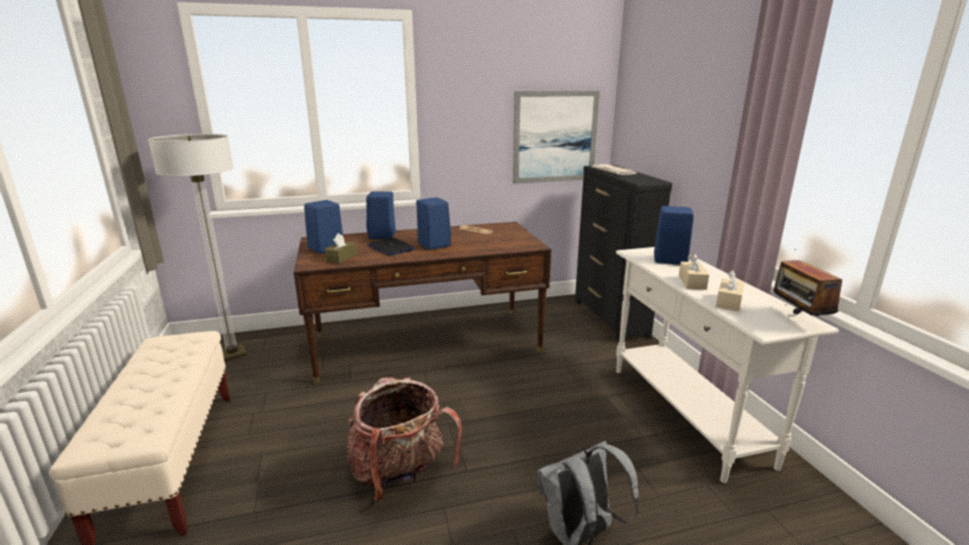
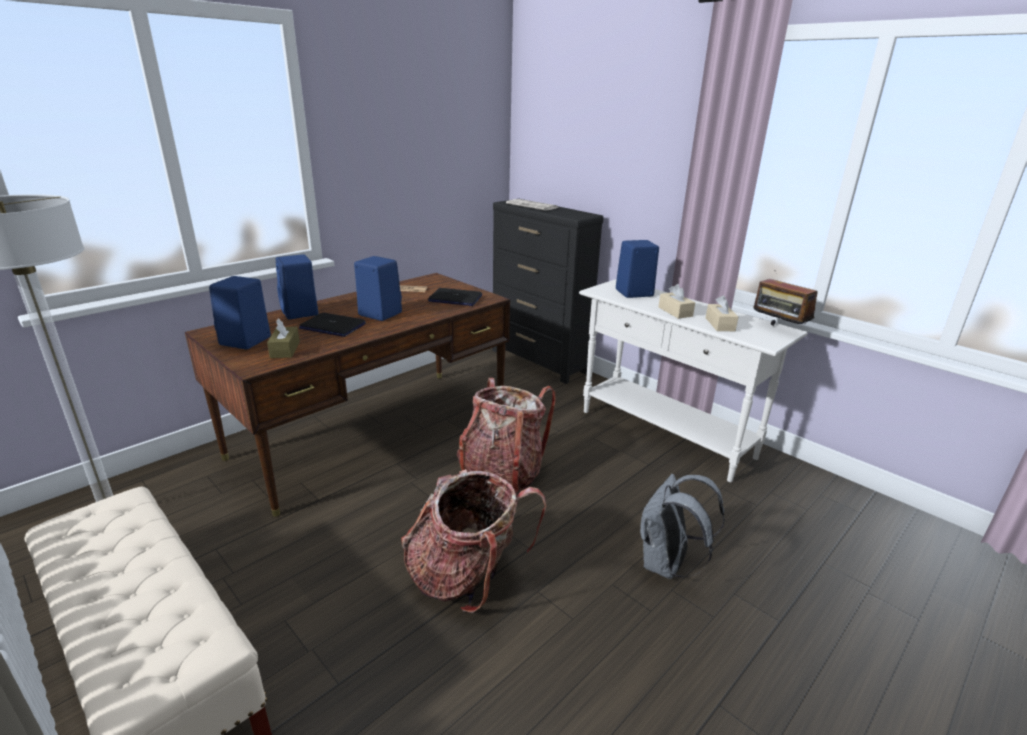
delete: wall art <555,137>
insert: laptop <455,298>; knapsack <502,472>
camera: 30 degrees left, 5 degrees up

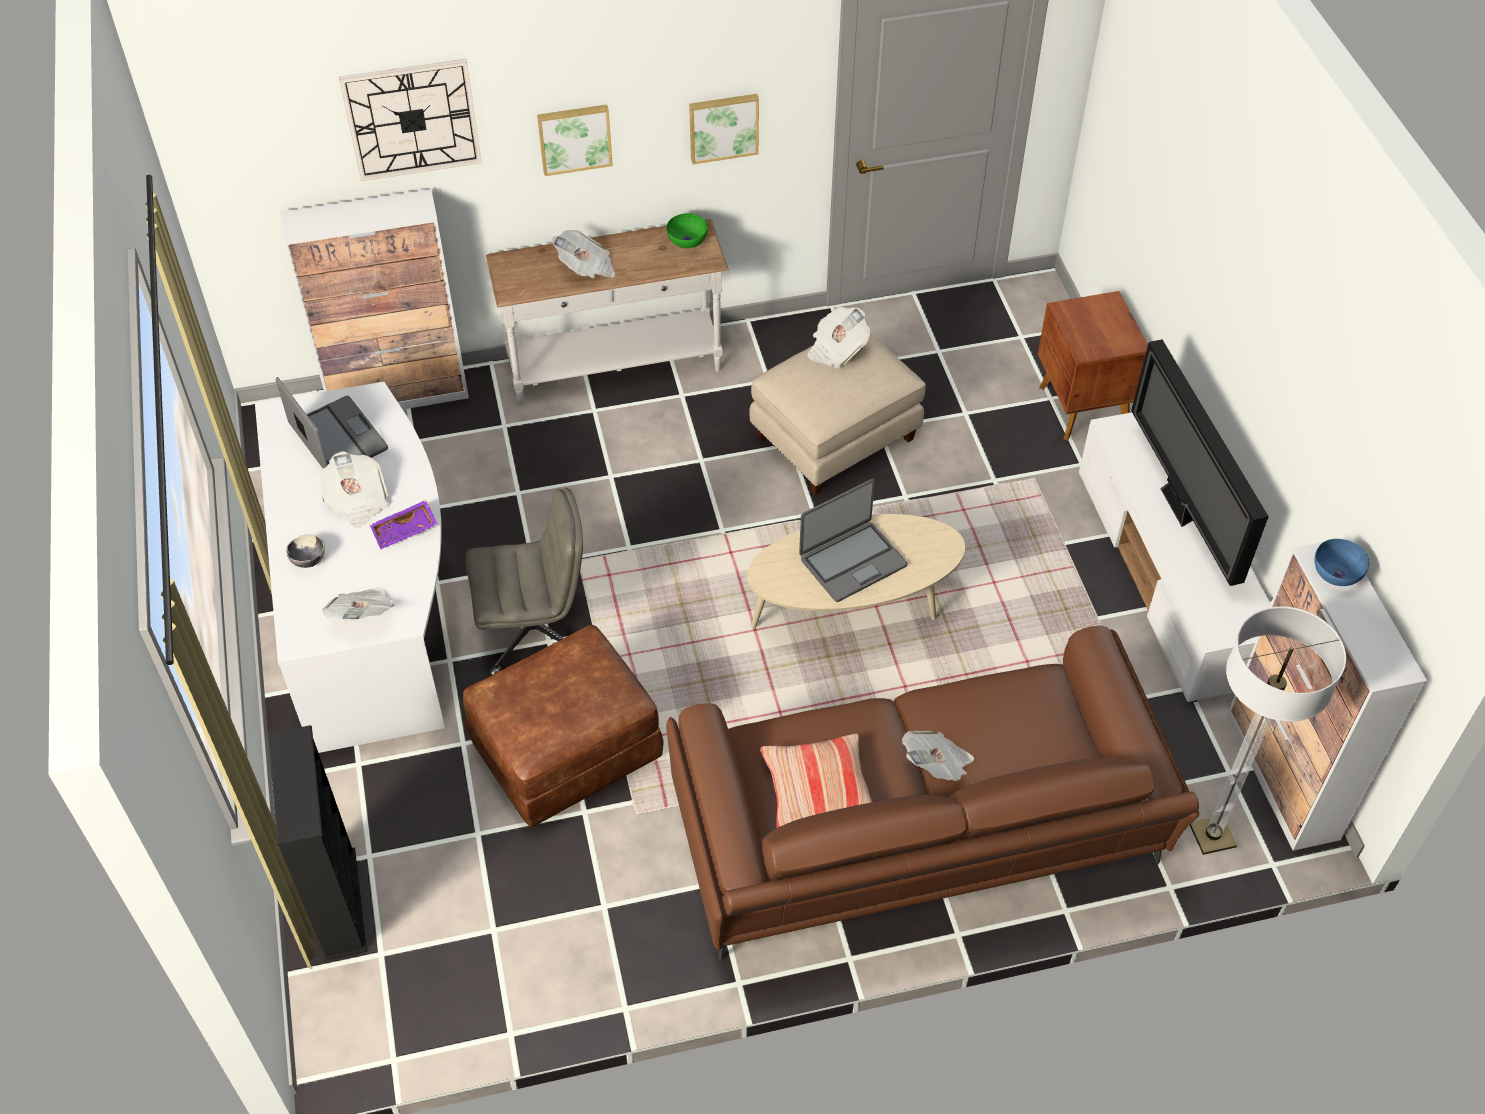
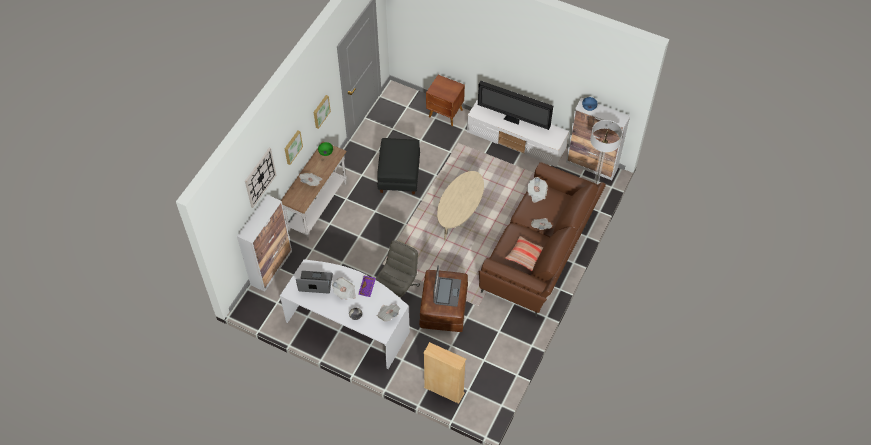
move: newspaper <836,349> to <536,193>; laptop <852,561> to <446,292>
recolor: pouffe in sand-coloured <834,437> to pouffe in black-coloured <398,175>; bookshelf in black-coloured <340,903> to bookshelf in sand-coloured <444,390>
camera: 50 degrees left, 5 degrees up

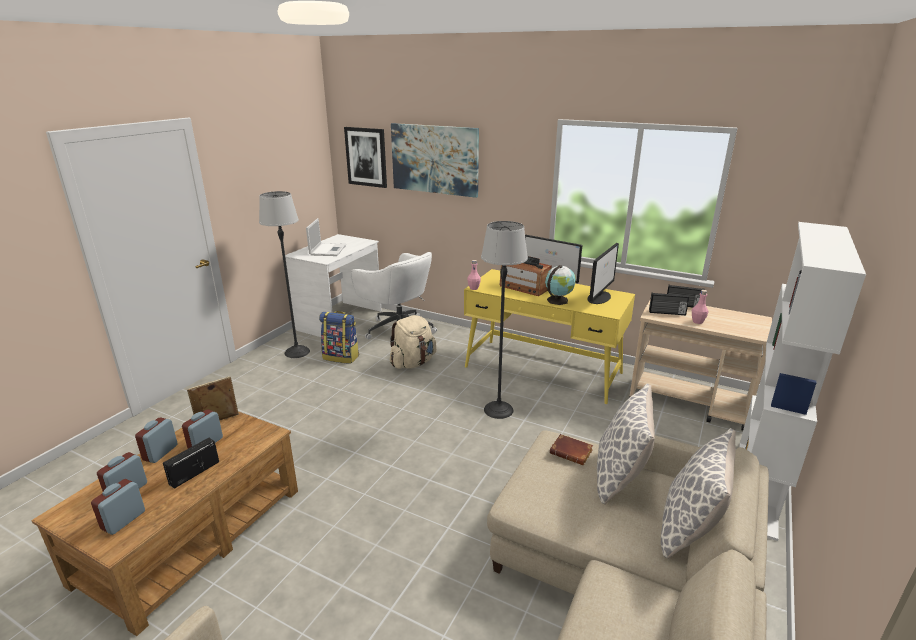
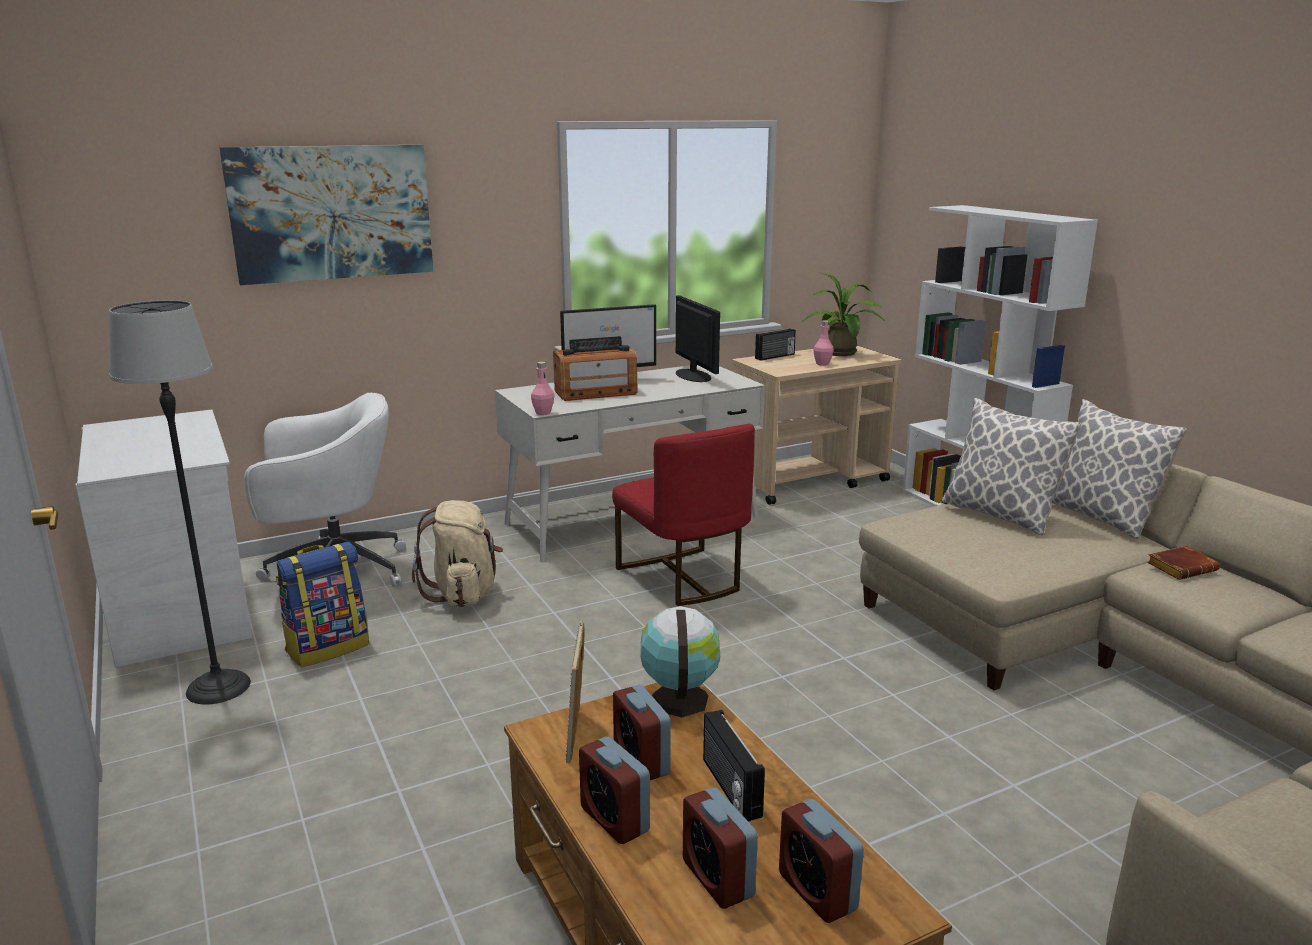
delete: wall art <366,157>; laptop <328,250>; radio <667,313>
insert: plant in a pot <842,354>
move: desk globe <558,300> to <679,698>; book in brown-coloured <572,452> to <1181,567>
replace: floor lamp <498,410> to chair in reddish <683,578>
recolor: desk unit in yellow-coloured <543,370> to desk unit in white-coloured <633,520>
camera: 55 degrees left, 5 degrees down

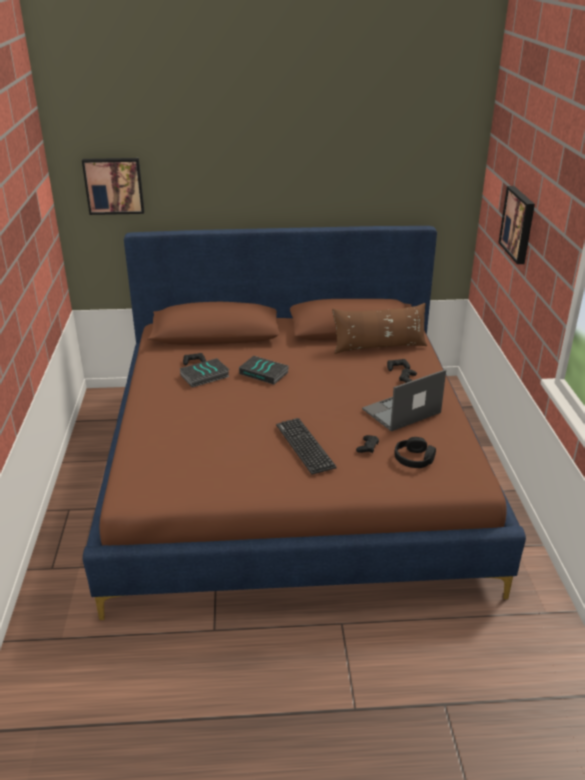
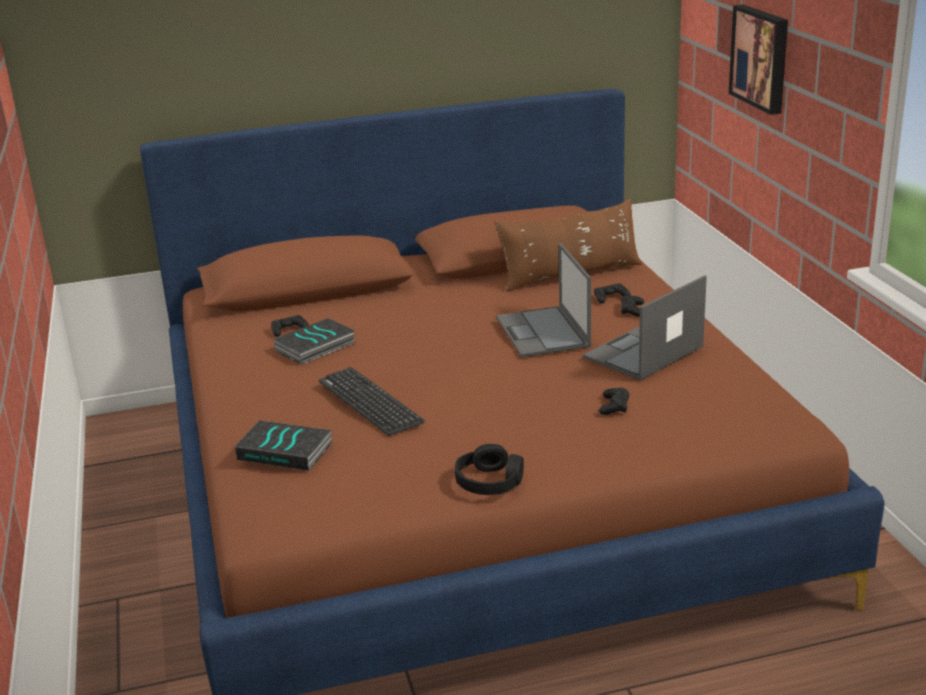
delete: wall art <114,185>
insert: laptop <543,332>
move: book <264,373> to <286,451>; PC keyboard <305,446> to <370,402>; pair of headphones in black-coloured <414,459> to <489,482>
camera: 10 degrees left, 5 degrees down

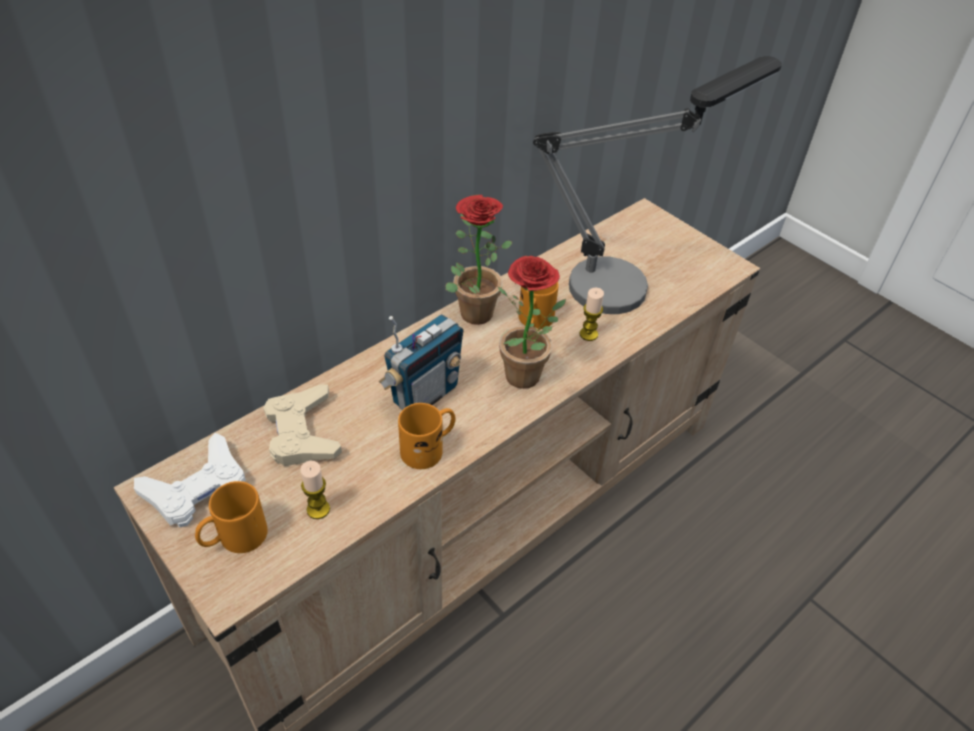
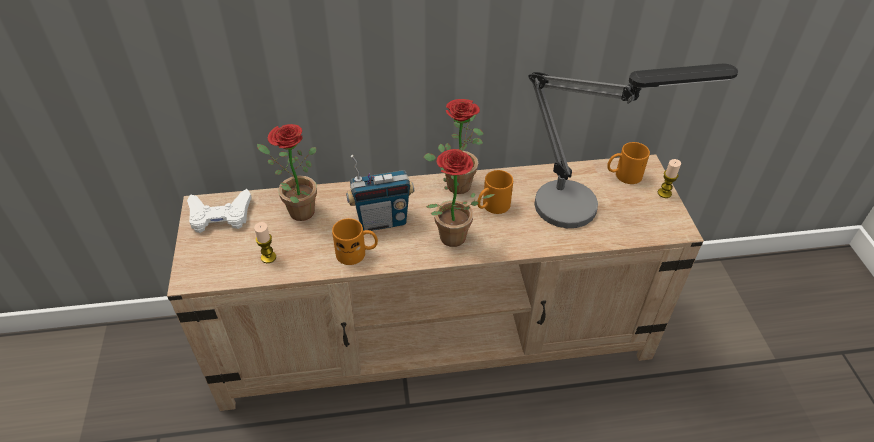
move: wax candle <588,334> to <664,193>; tea mug in orange-coloured <234,539> to <623,176>
replace: game controller in sand-coloured <302,432> to plant in a pot <296,211>
camera: 35 degrees right, 0 degrees up

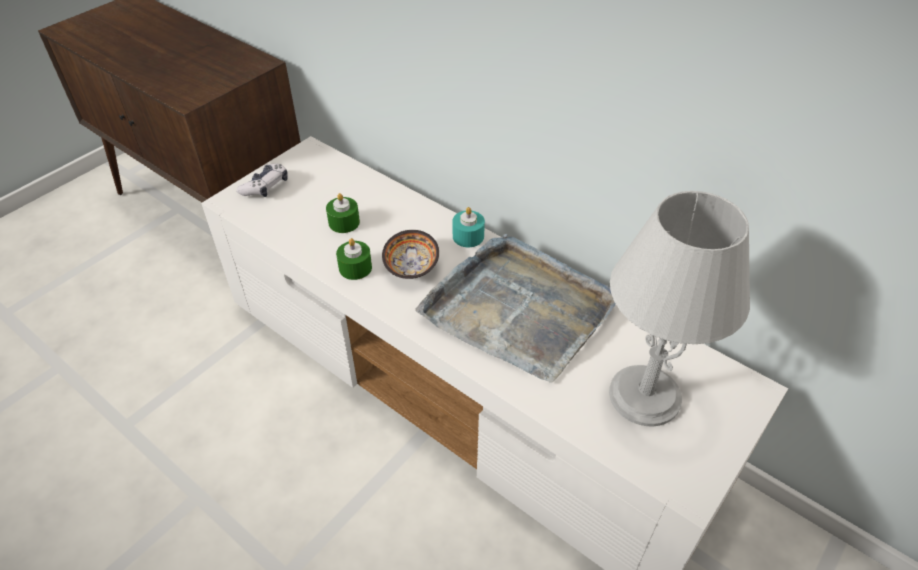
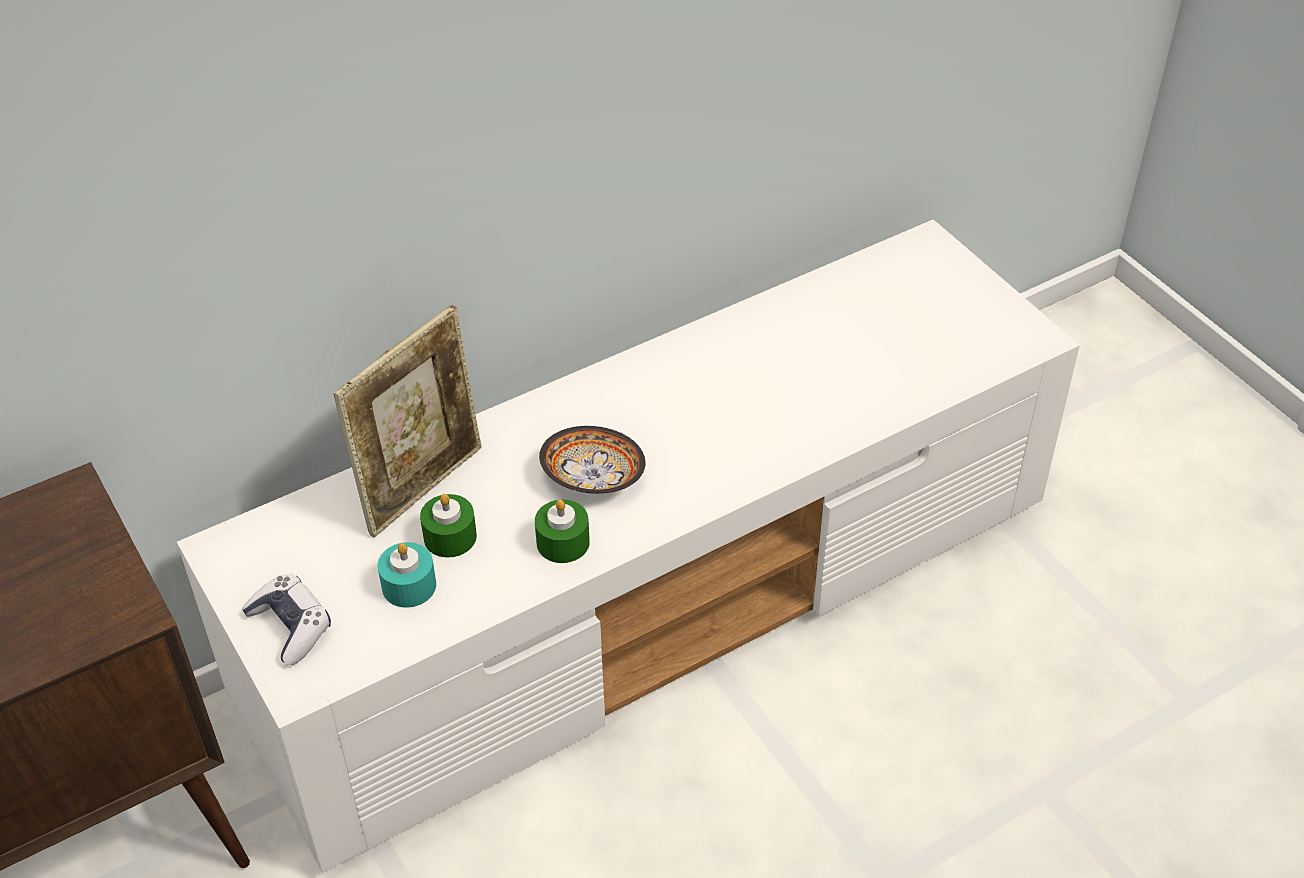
delete: tabletop lamp in greyish <643,395>; carrying tray in greyish <518,309>
insert: standing frame <423,486>
move: wax candle in blue-green <468,236> to <409,586>
camera: 70 degrees left, 0 degrees up

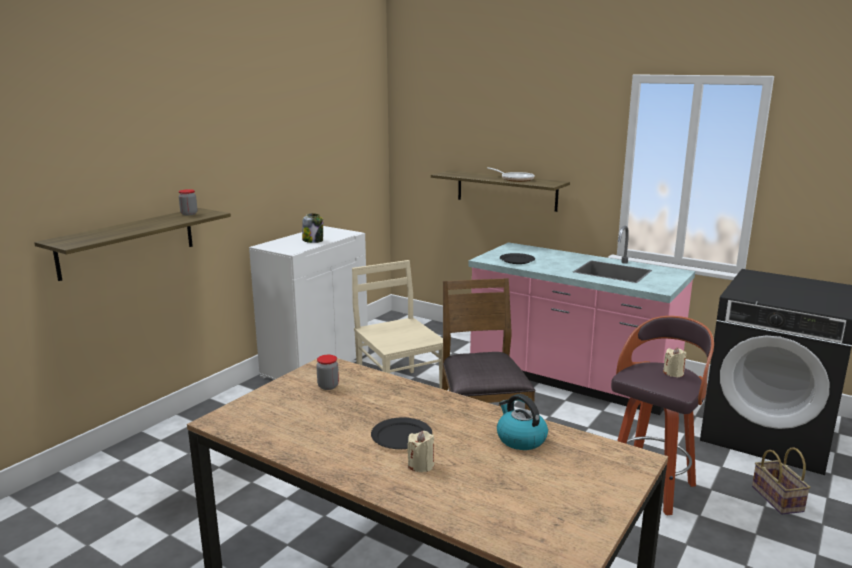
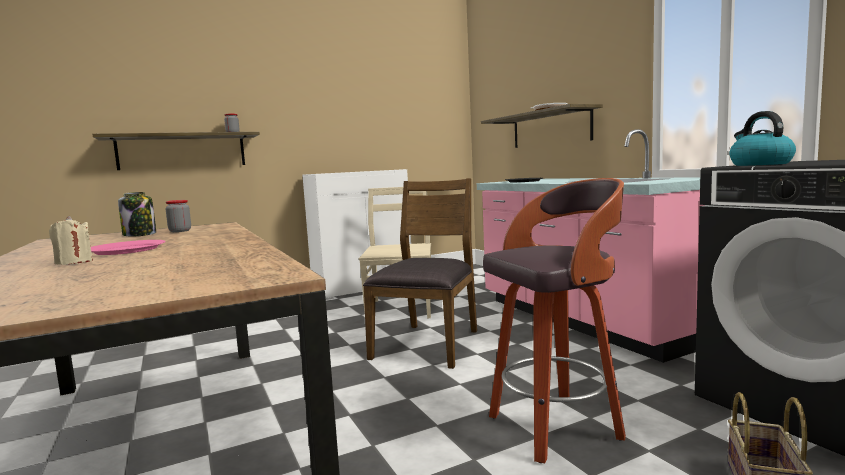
delete: wax candle in sand-coloured <673,373>
move: preserve jar <313,241> to <140,234>; water kettle <520,439> to <759,164>
recolor: dinner plate in black-coloured <401,436> to dinner plate in pinkish <126,250>
camera: 30 degrees right, 10 degrees down

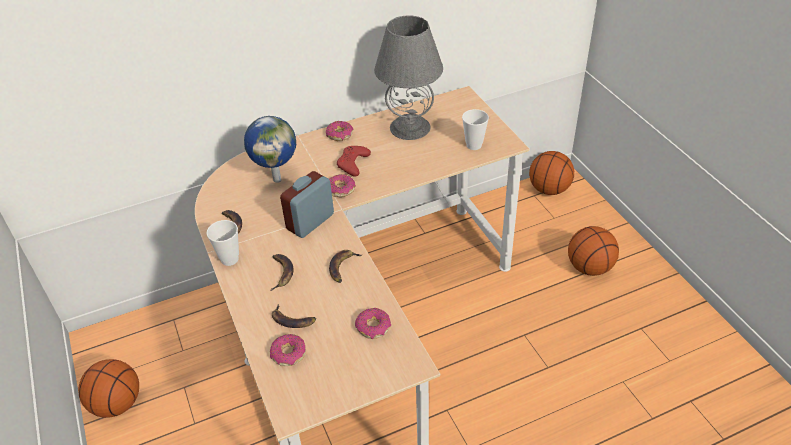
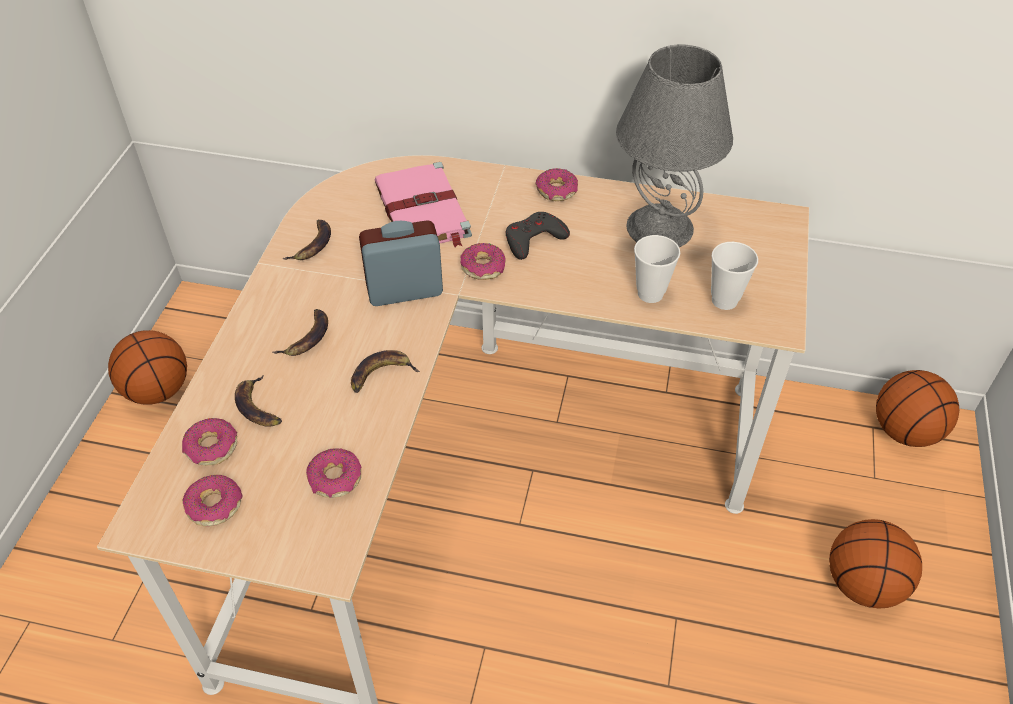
insert: donut <214,505>
move: small cup <229,259> to <650,293>
replace: desk globe <277,179> to book in pinkish <423,211>
recolor: game controller in reddish <353,163> to game controller in greyish <534,239>
camera: 35 degrees right, 5 degrees up

